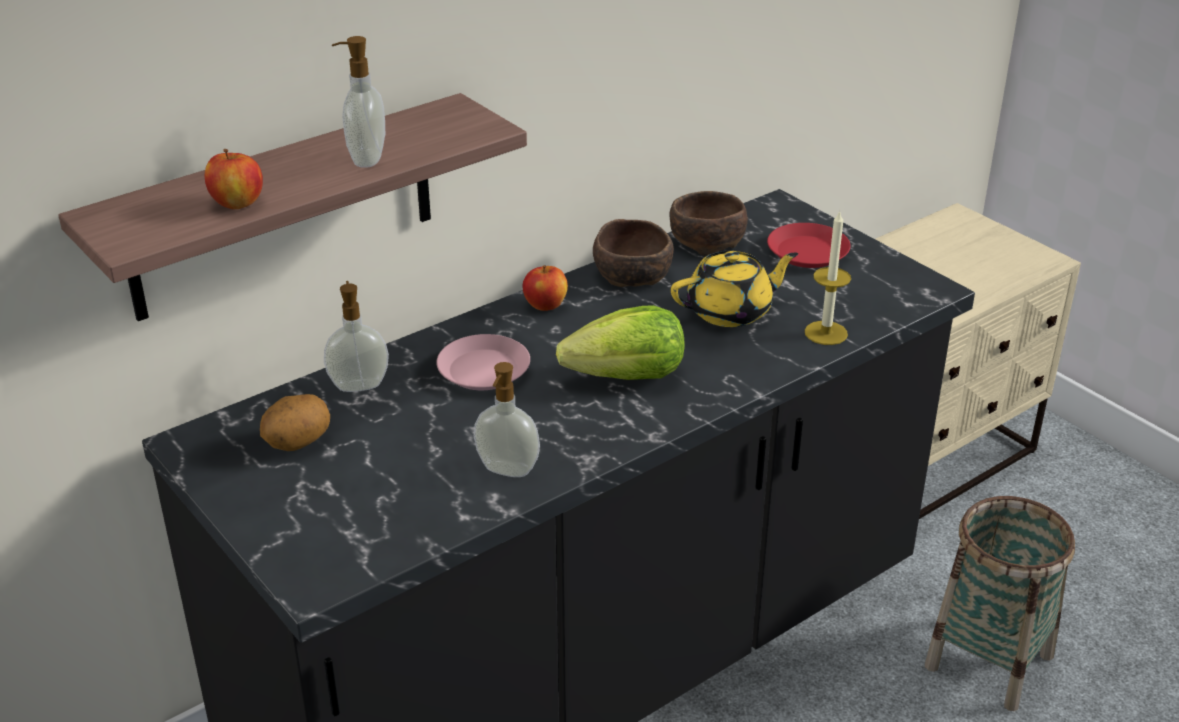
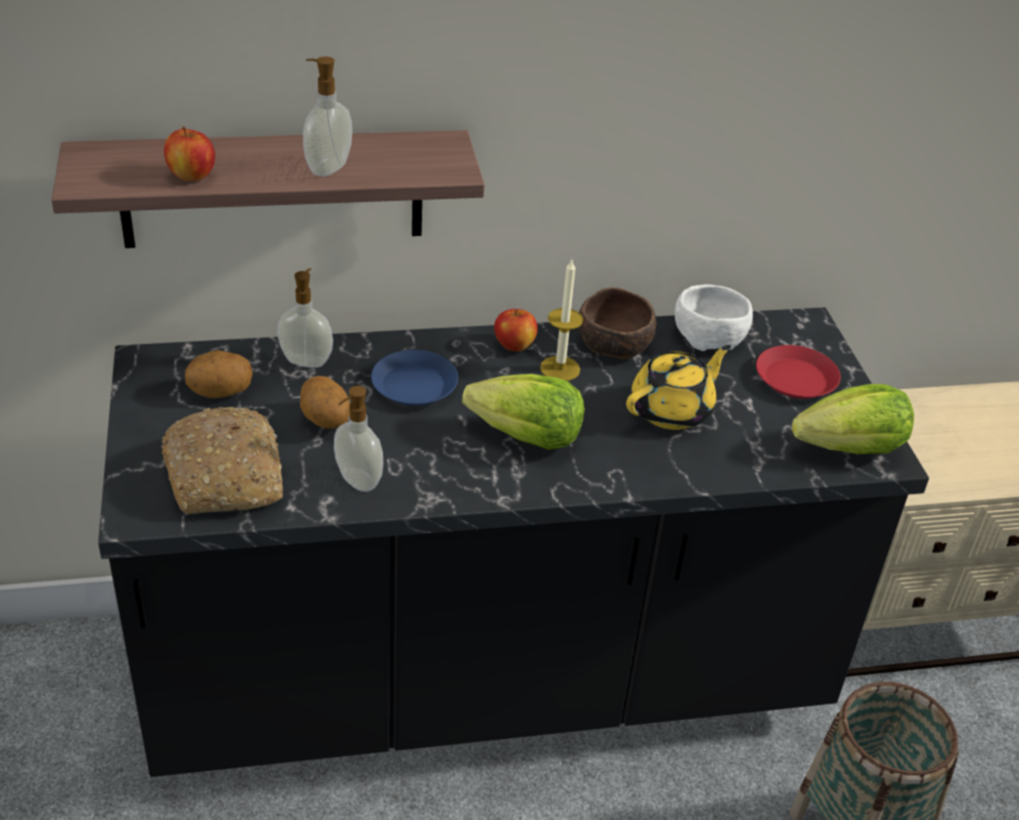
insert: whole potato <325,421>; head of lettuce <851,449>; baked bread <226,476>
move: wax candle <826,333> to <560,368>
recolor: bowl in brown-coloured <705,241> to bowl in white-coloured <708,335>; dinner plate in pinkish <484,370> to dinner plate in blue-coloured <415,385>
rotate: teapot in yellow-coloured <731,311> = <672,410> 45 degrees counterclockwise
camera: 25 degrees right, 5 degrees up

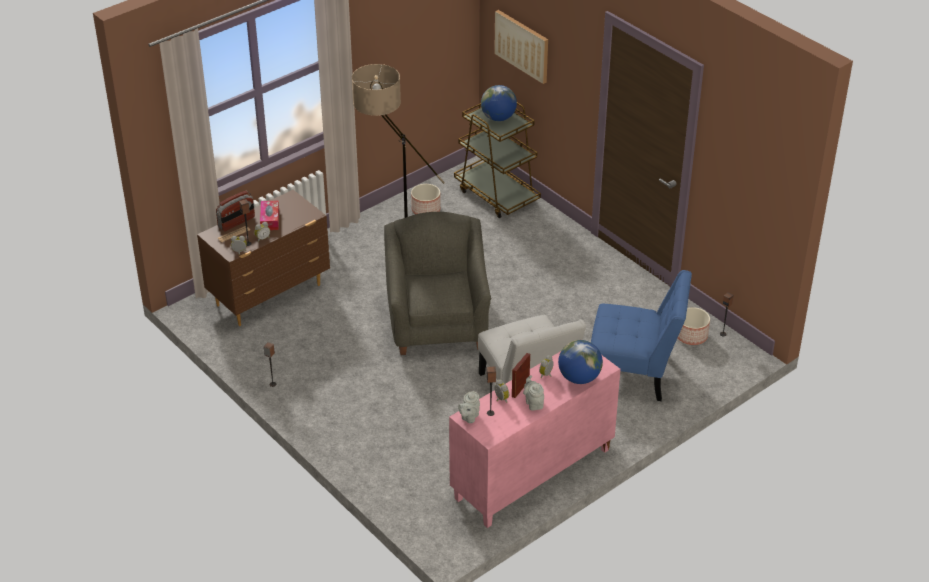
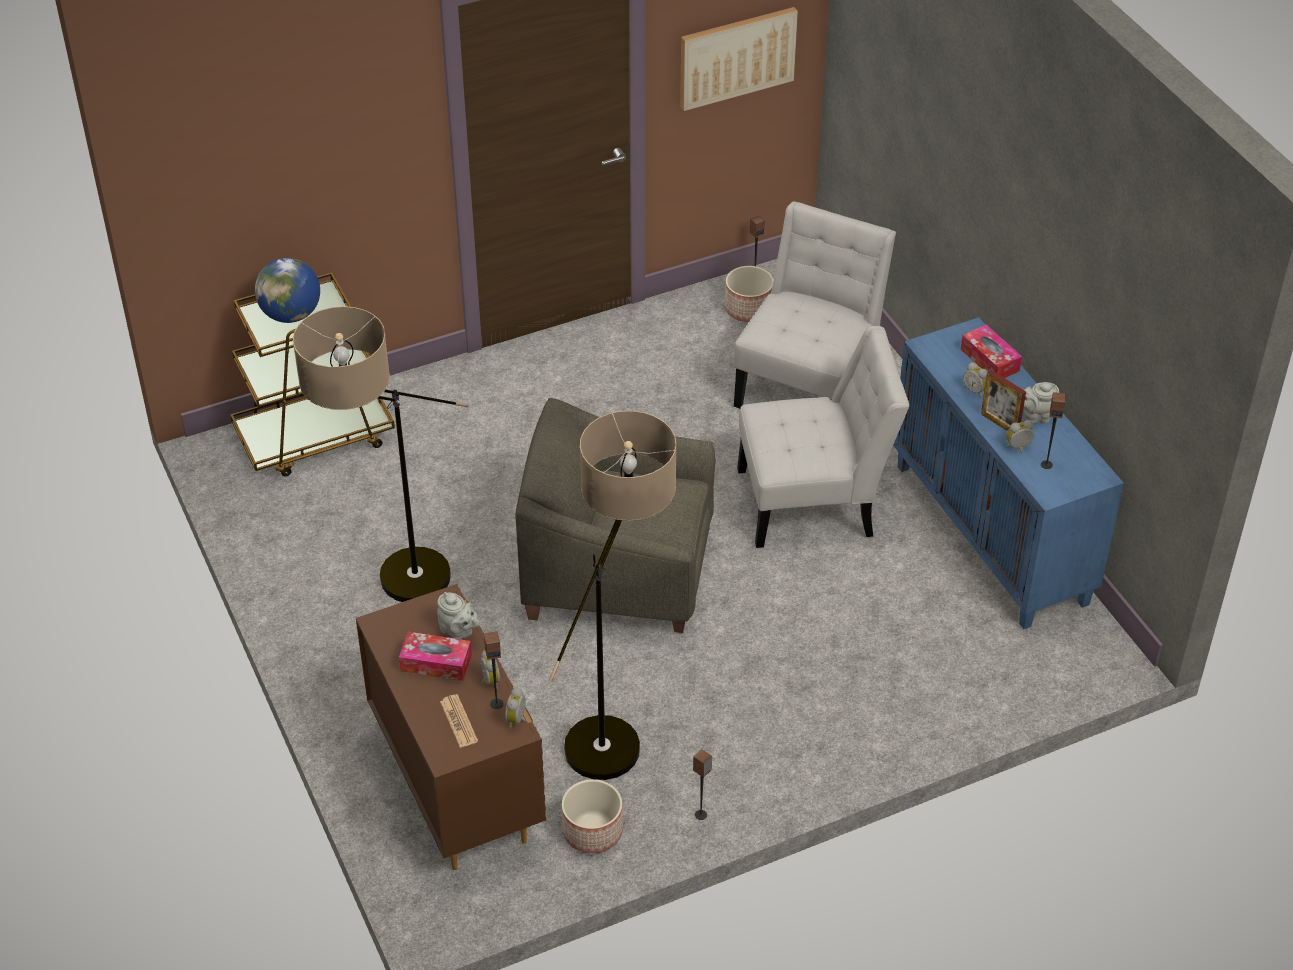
delete: radio <236,222>
insert: floor lamp <618,728>
move: wall art <522,46> to <736,57>; flower pot <426,210> to <592,831>; teapot in greyish <469,417> to <458,632>
replace: desk globe <579,378> to tissue box <989,360>
recolor: chair in blue-coloured <634,373> to chair in white-coloured <809,383>; storage cabinet in pinkish <532,475> to storage cabinet in blue-coloured <992,534>
camera: 75 degrees left, 5 degrees up

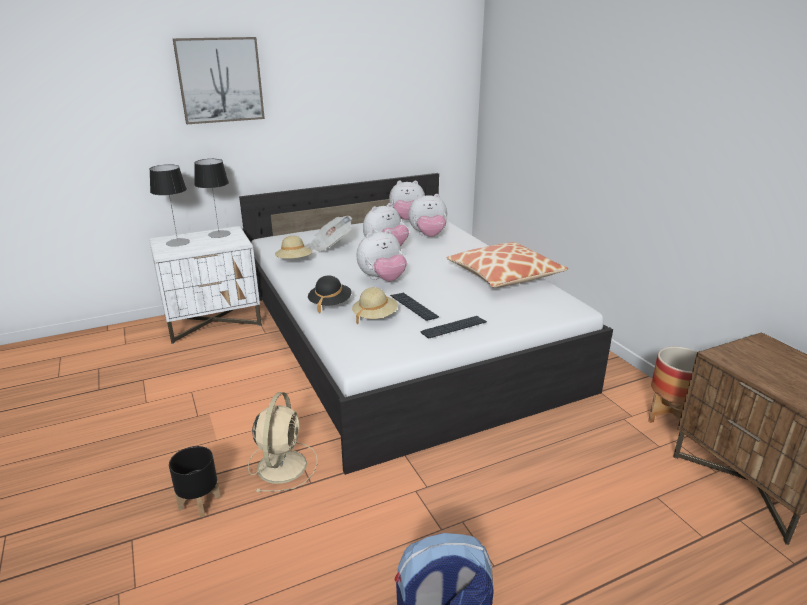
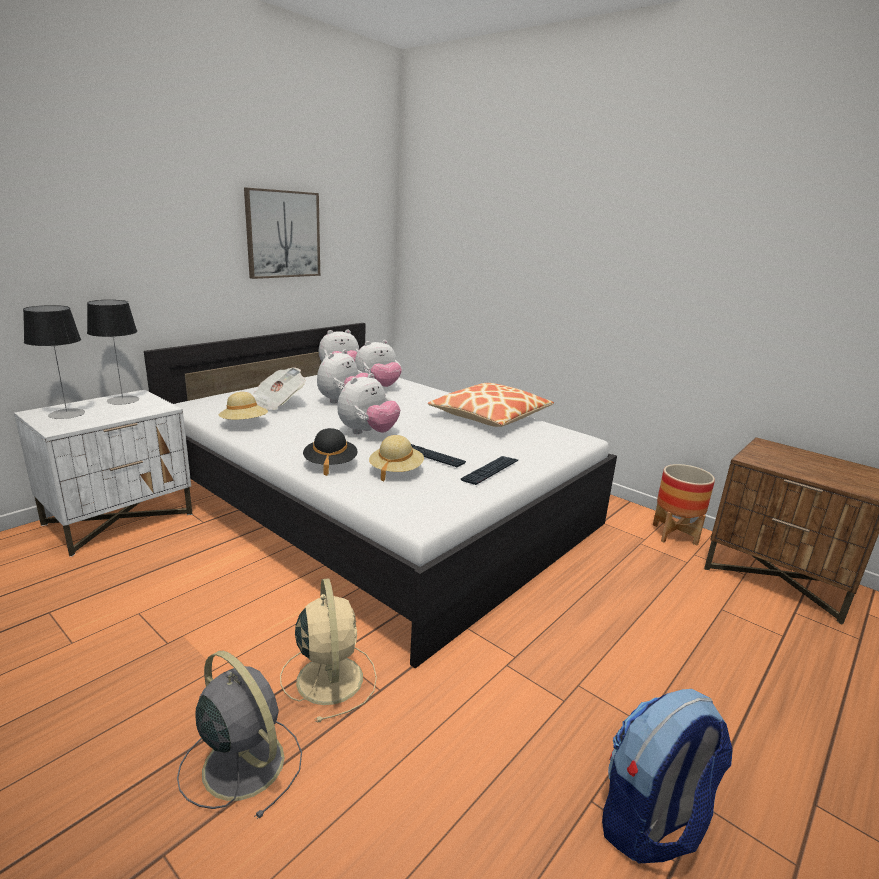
move: wall art <220,80> to <283,234>
replace: flower pot in black-coloured <199,502> to cooling fan in greyish <241,762>
camera: 25 degrees left, 5 degrees down

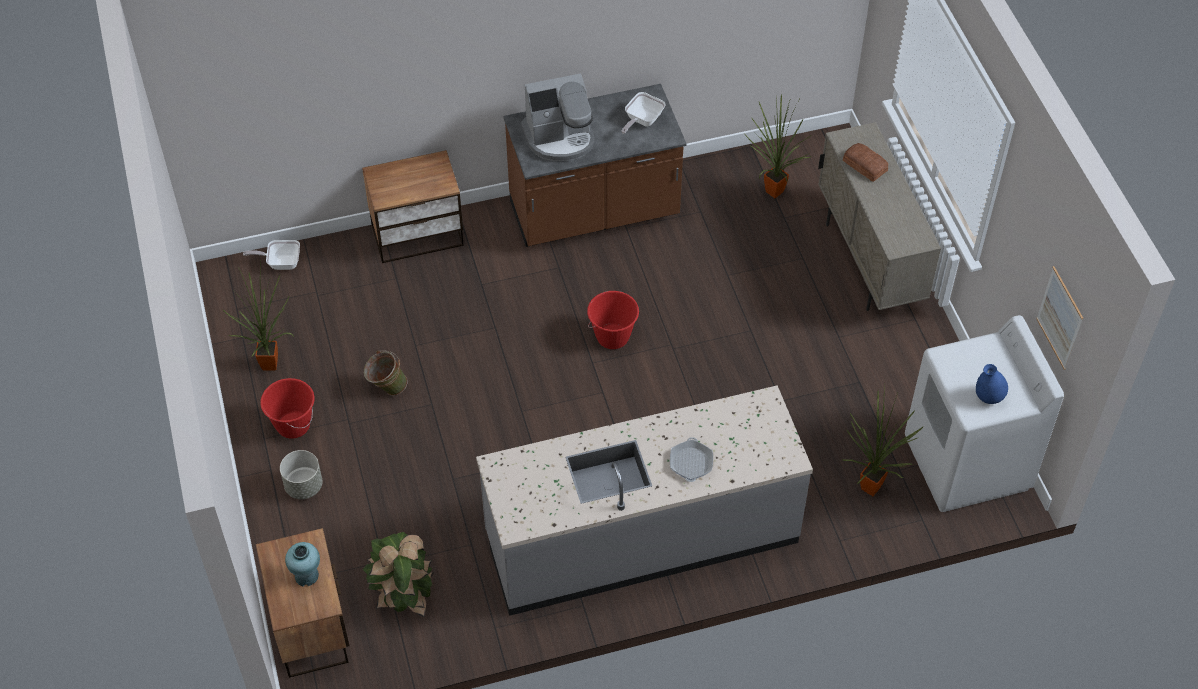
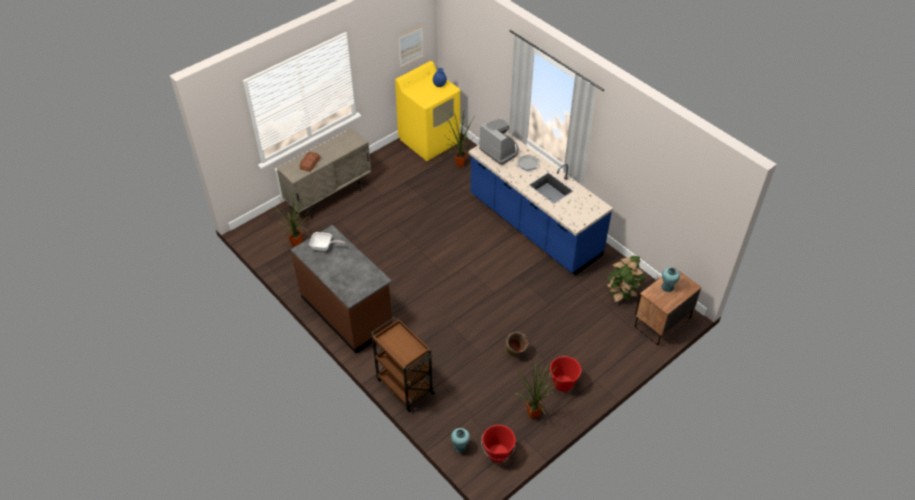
delete: flower pot in greyish <304,486>
move: coffee brewer <560,138> to <500,150>; water bucket in reddish <613,337> to <498,453>
replace: bedside table <418,236> to wheeled cart in brown-coloured <404,385>; skillet <280,262> to vase in blue-green <460,446>
recolor: washing machine in white-coloured <967,464> to washing machine in yellow-coloured <429,140>; kitchen counter in greyish <641,537> to kitchen counter in blue-coloured <533,226>
camera: 115 degrees left, 5 degrees down

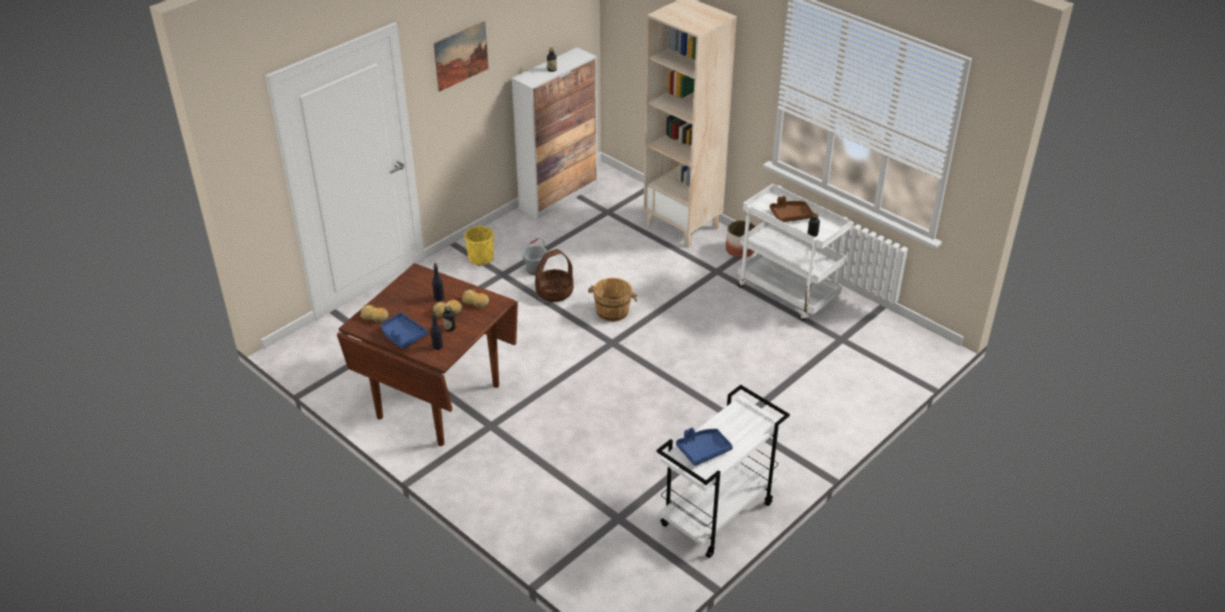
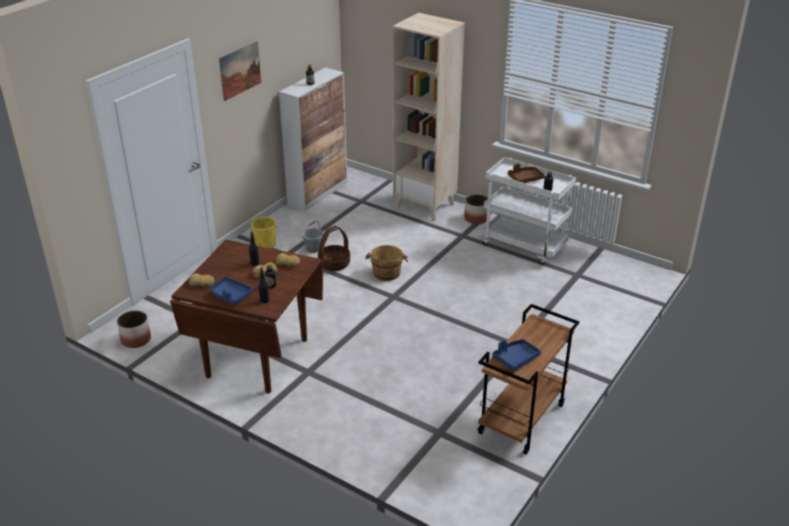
insert: flower pot <136,339>
recolor: wheeled cart in white-coloured <717,515> to wheeled cart in brown-coloured <522,420>
camera: 10 degrees left, 5 degrees down

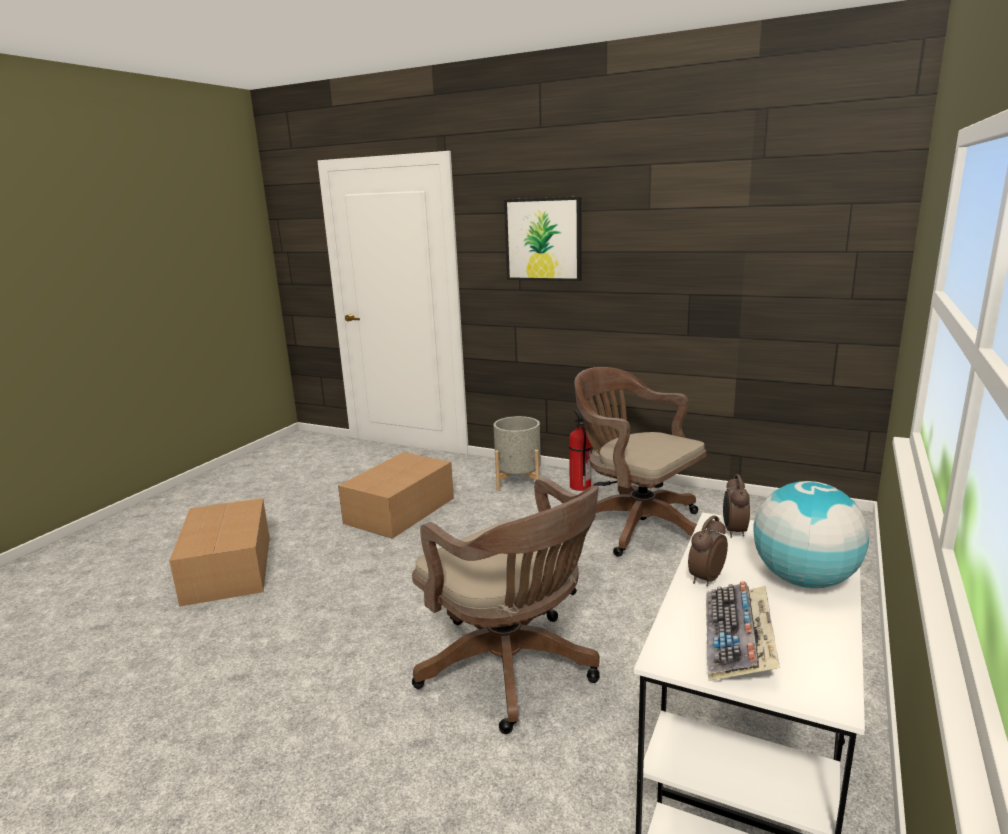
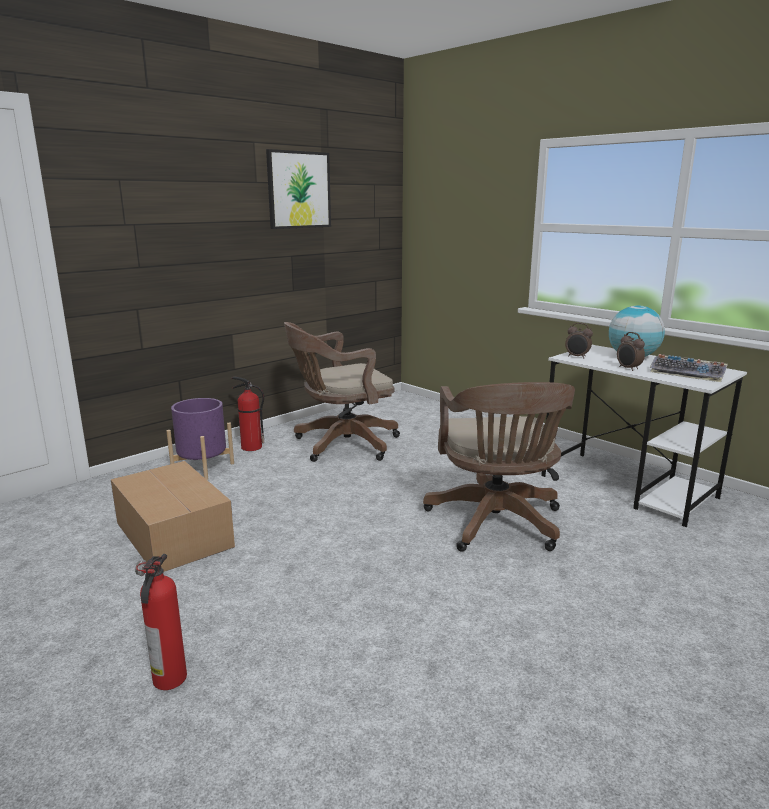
move: wall art <543,239> to <298,190>
replace: packing box <227,570> to fire extinguisher <168,680>
recolor: flower pot in greyish <518,482> to flower pot in purplish <203,467>
rotate: office chair in brown-coloured <512,670> = <496,525> 105 degrees clockwise
camera: 70 degrees left, 0 degrees up

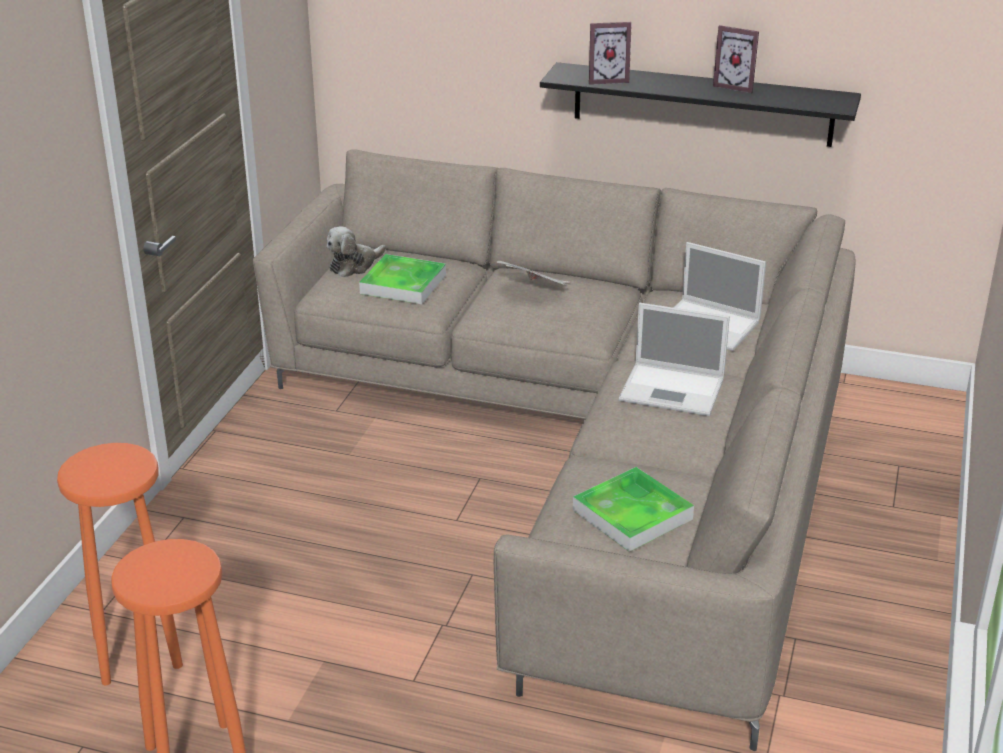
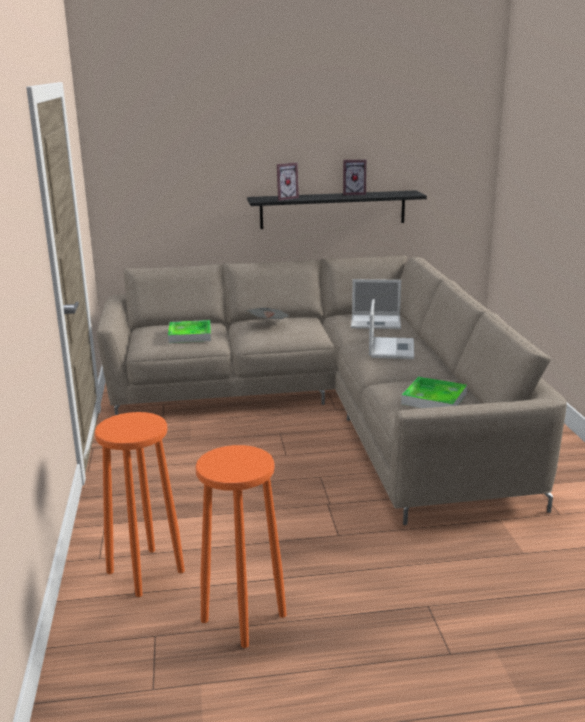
delete: plush toy <354,265>
rotate: laptop <674,390> = <391,348> 75 degrees counterclockwise
camera: 25 degrees left, 10 degrees down

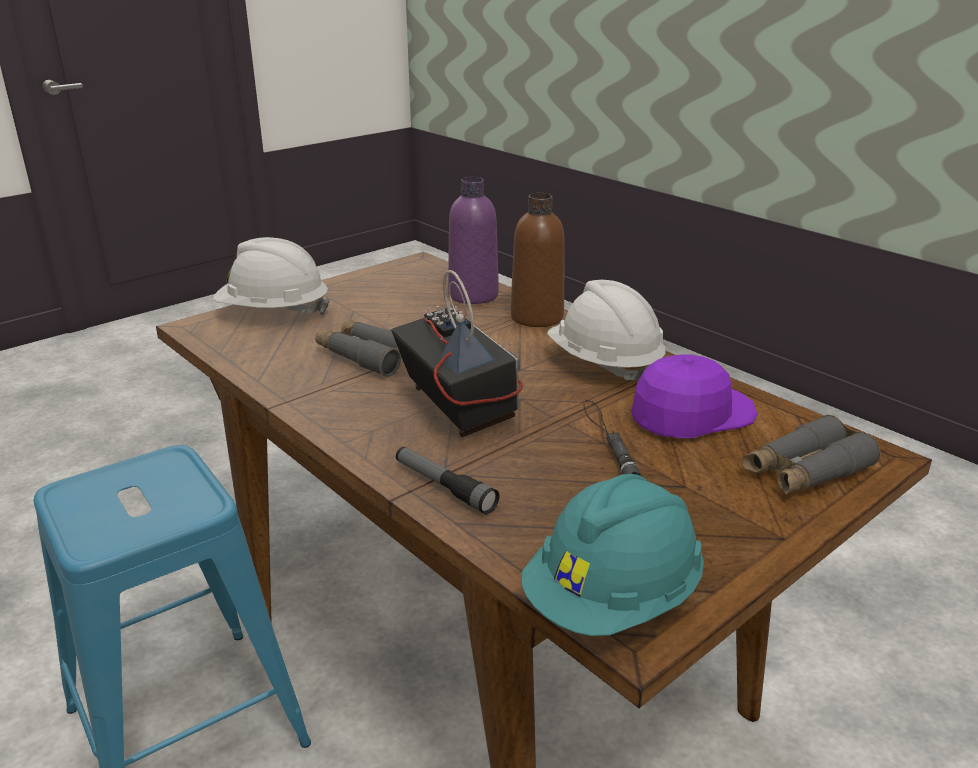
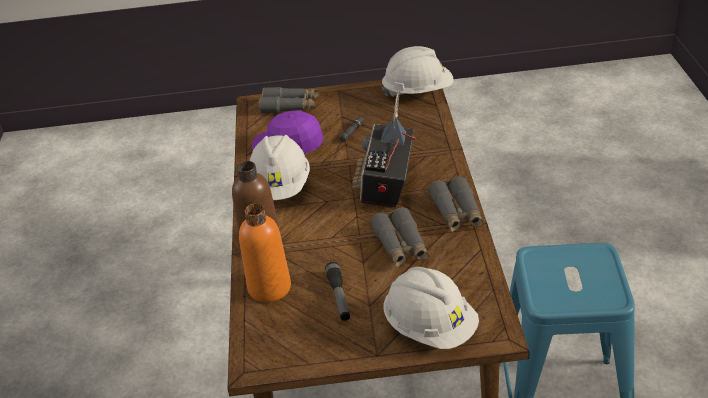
insert: field glasses in greyish <457,212>
move: hand torch <444,487> to <339,296>
recolor: drink bottle in purplish <473,295> to drink bottle in orange-coloured <269,288>; work helmet in blue-green <613,600> to work helmet in white-coloured <418,92>
camera: 140 degrees left, 10 degrees up

